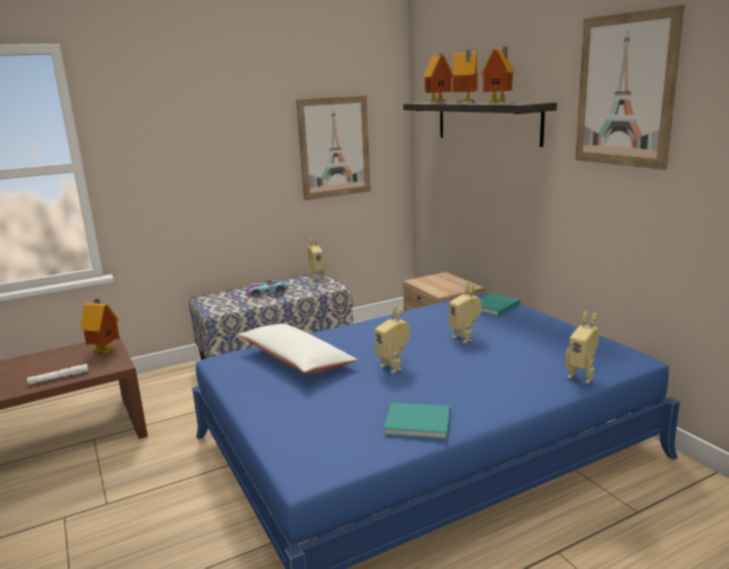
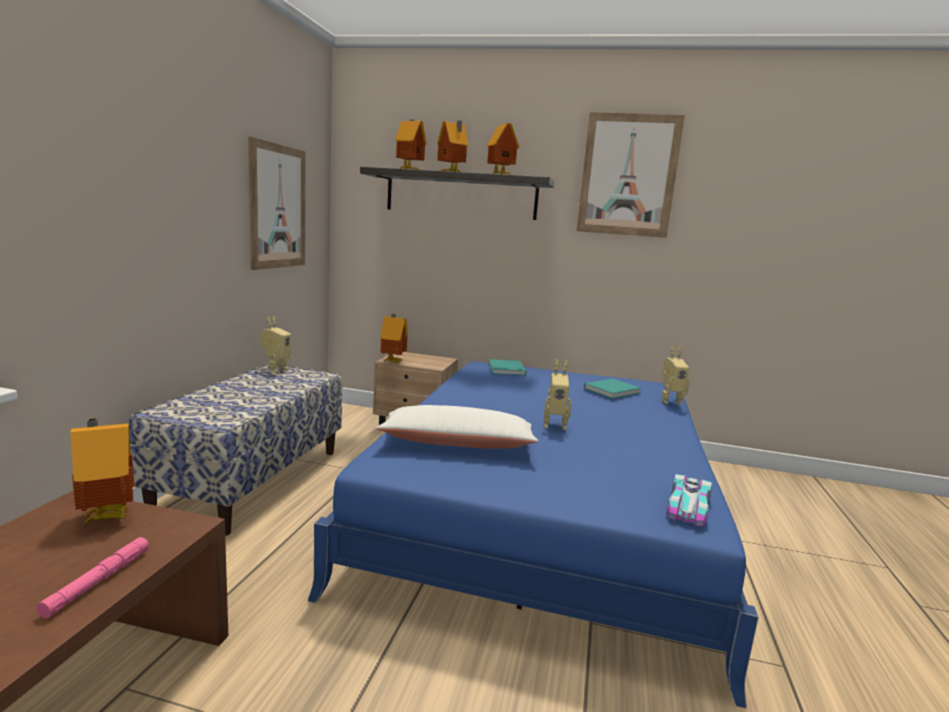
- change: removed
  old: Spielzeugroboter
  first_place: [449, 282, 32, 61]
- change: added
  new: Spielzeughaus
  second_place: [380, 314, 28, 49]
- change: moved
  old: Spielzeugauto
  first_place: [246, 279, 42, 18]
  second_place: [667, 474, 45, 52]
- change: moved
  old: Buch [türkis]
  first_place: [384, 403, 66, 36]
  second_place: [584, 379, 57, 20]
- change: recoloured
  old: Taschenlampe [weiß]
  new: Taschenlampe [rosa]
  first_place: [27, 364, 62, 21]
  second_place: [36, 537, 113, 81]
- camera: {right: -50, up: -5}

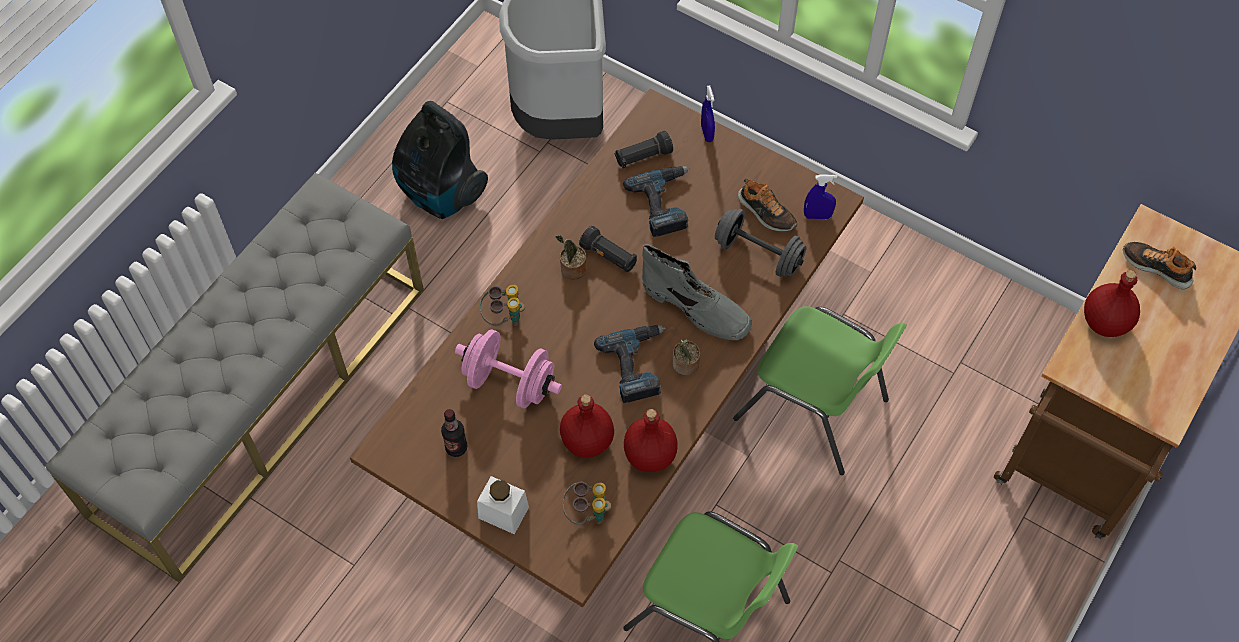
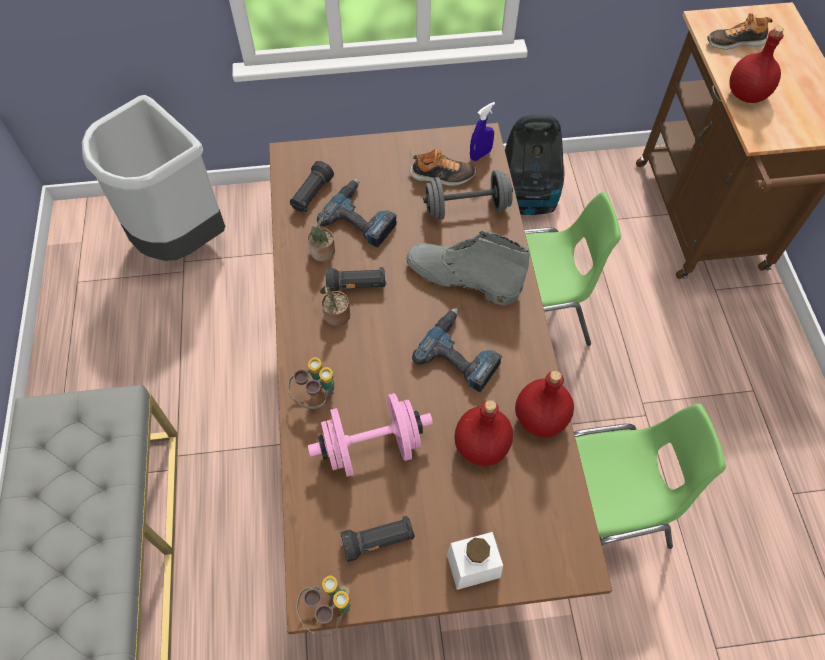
- change: removed
  old: Sprühflasche [blau]
  first_place: [701, 85, 14, 57]
- change: moved
  old: Staubsauger
  first_place: [392, 101, 96, 118]
  second_place: [505, 114, 60, 101]
- change: moved
  old: Fernglas
  first_place: [563, 482, 48, 43]
  second_place: [296, 575, 54, 62]
- change: moved
  old: Topfpflanze
  first_place: [672, 340, 28, 35]
  second_place: [308, 216, 27, 45]
- change: replaced
  old: Flasche
  new: Taschenlampe [schwarz]
  first_place: [441, 409, 26, 48]
  second_place: [340, 515, 75, 47]
- change: turned
  old: Stiefel [grau]
  first_place: [642, 244, 110, 96]
  second_place: [406, 230, 124, 75]
  degrees: -150
- camera: {right: -40, up: 0}

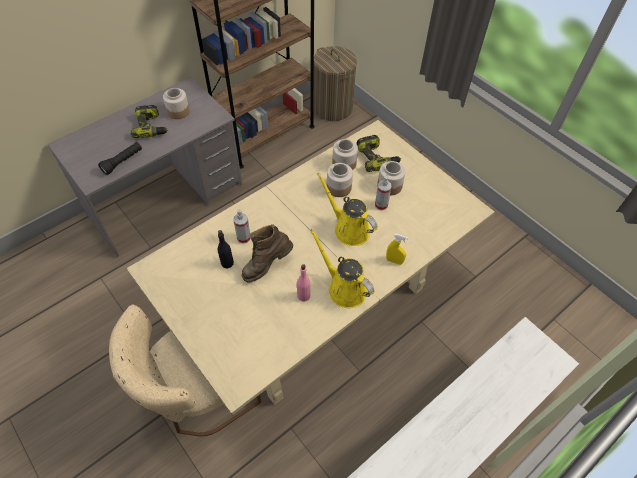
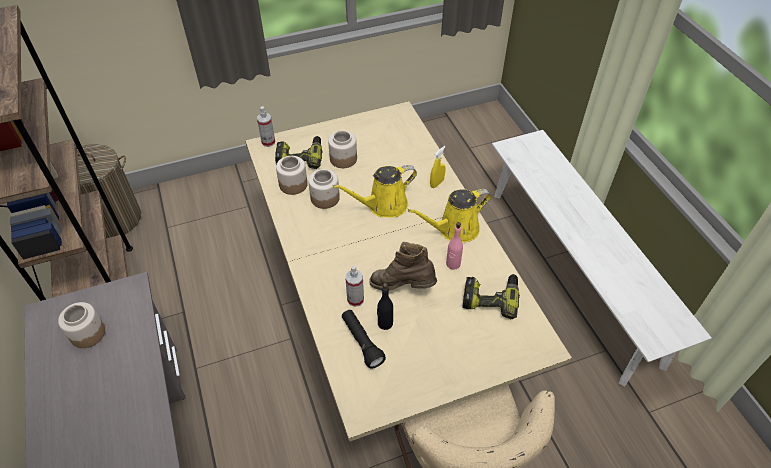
- change: moved
  old: Taschenlampe [schwarz]
  first_place: [98, 142, 44, 33]
  second_place: [342, 310, 44, 59]
- change: moved
  old: Bohrmaschine
  first_place: [131, 105, 37, 33]
  second_place: [462, 274, 58, 45]
- change: moved
  old: Sprühflasche
  first_place: [375, 176, 17, 34]
  second_place: [257, 106, 18, 41]
- change: turned
  old: Stiefel [braun]
  first_place: [241, 224, 52, 58]
  second_place: [369, 242, 68, 49]
  degrees: 120
- camera: {right: -70, up: -5}

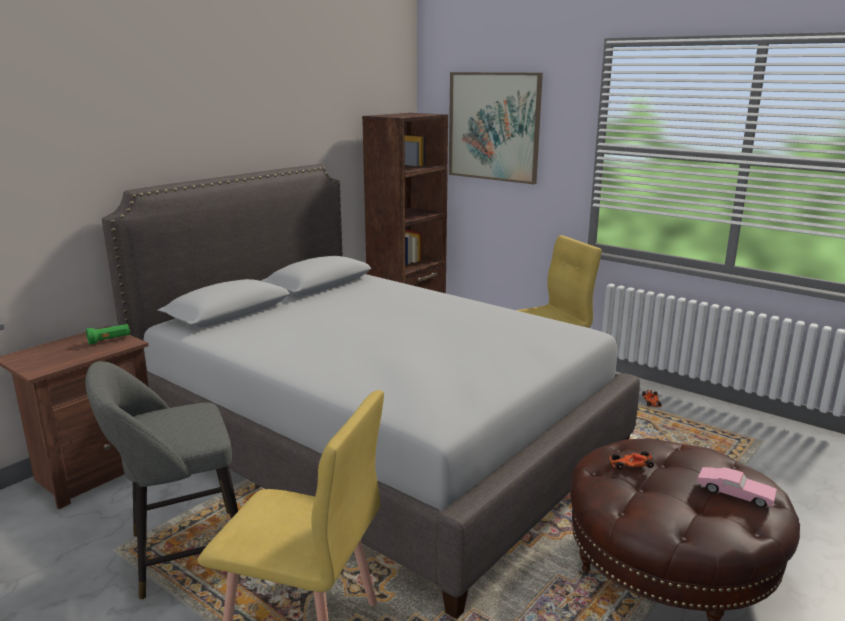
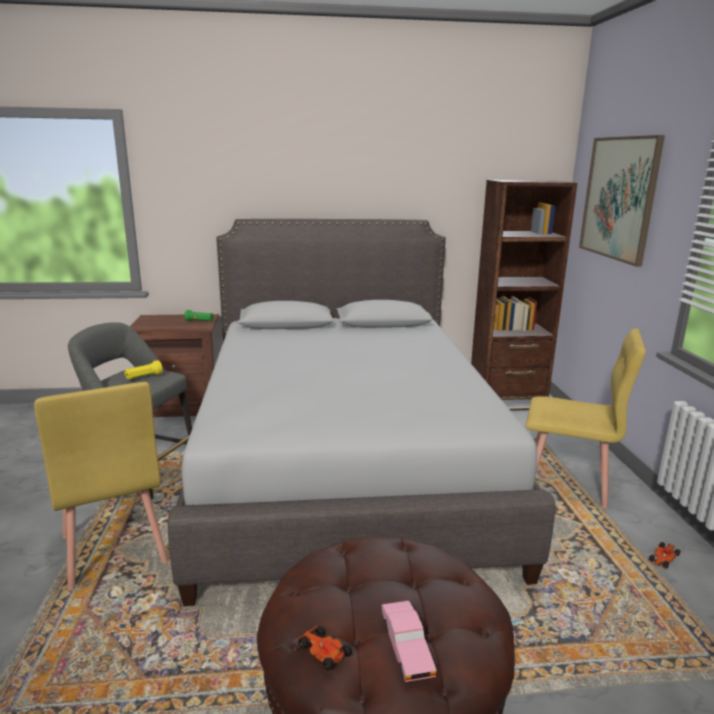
- change: added
  new: Taschenlampe [gelb]
  second_place: [124, 360, 39, 19]
- change: moved
  old: Spielzeugauto
  first_place: [610, 451, 44, 19]
  second_place: [296, 626, 56, 45]
- camera: {right: 45, up: 0}

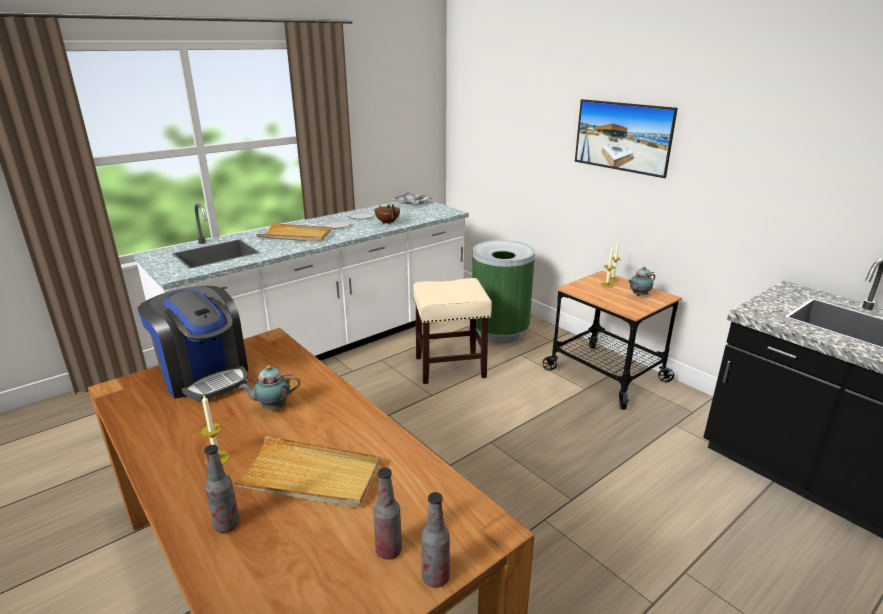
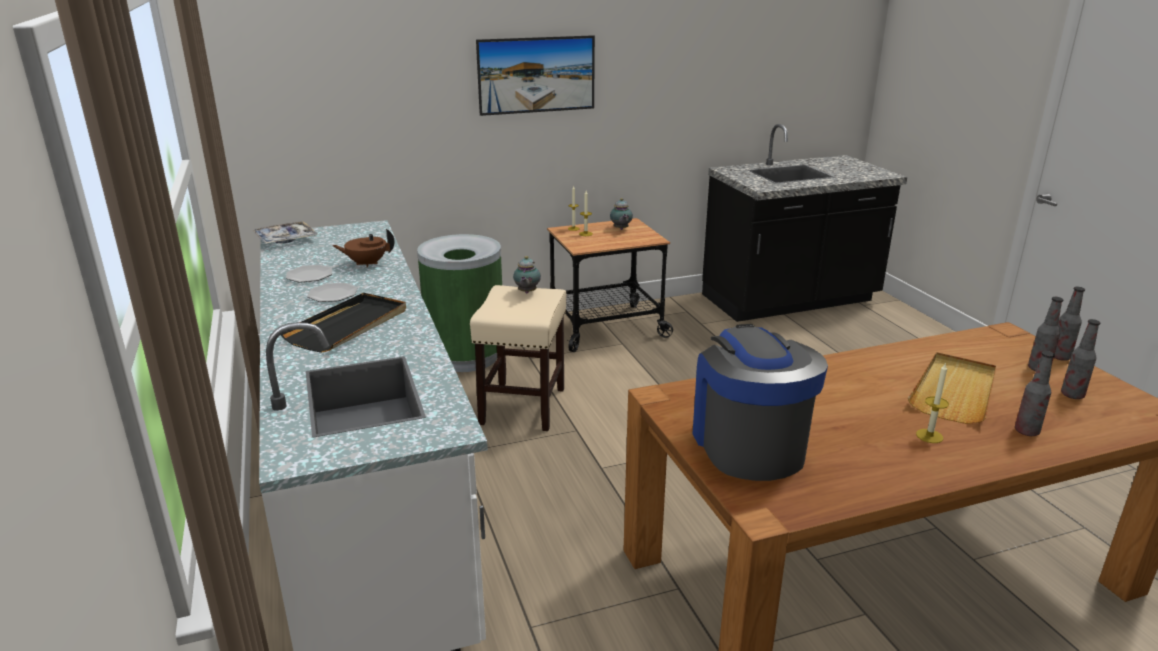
- change: added
  new: Flasche
  second_place: [1061, 319, 39, 80]
- change: moved
  old: Teekanne
  first_place: [239, 365, 61, 45]
  second_place: [513, 256, 28, 37]
- change: recoloured
  old: Tablett [beige]
  new: Tablett [schwarz]
  first_place: [256, 223, 76, 19]
  second_place: [281, 293, 125, 60]
- change: turned
  old: Kaffeemaschine
  first_place: [138, 286, 110, 115]
  second_place: [692, 324, 136, 157]
  degrees: -75
- camera: {right: -70, up: 0}

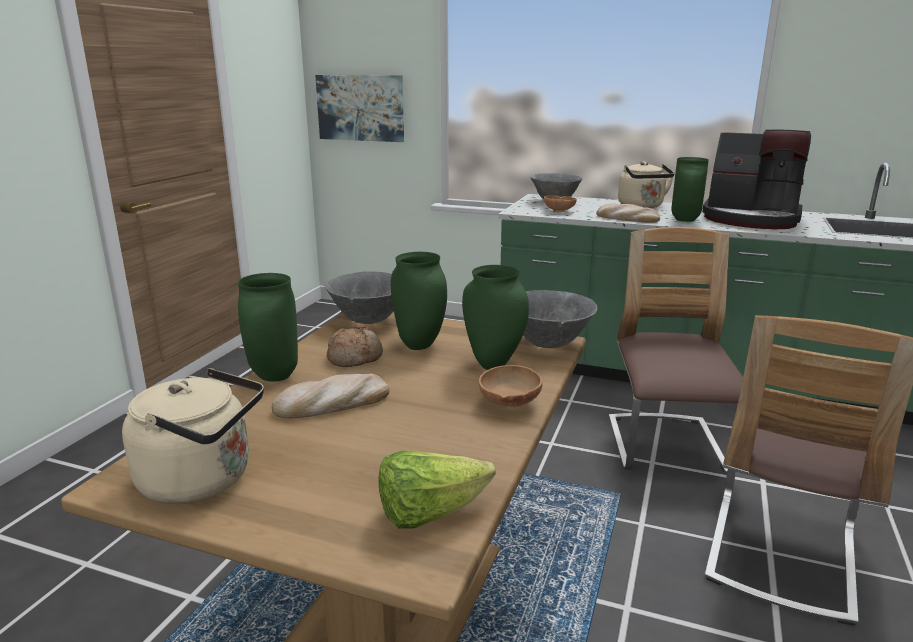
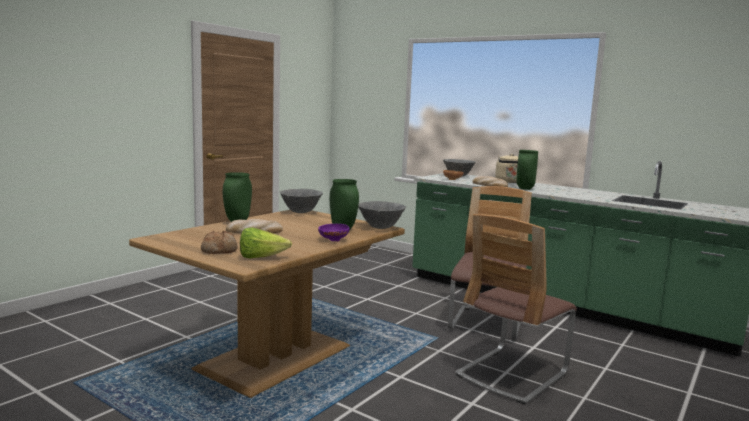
- change: removed
  old: Wasserkessel [beige]
  first_place: [122, 368, 142, 136]
- change: removed
  old: Bild
  first_place: [315, 75, 89, 67]
- change: removed
  old: Vase [grün]
  first_place: [391, 252, 56, 98]
- change: removed
  old: Kaffeemaschine
  first_place: [702, 130, 109, 99]
- change: moved
  old: Brot
  first_place: [327, 325, 56, 42]
  second_place: [201, 231, 37, 23]
- change: recoloured
  old: Schüssel [braun]
  new: Schüssel [lila]
  first_place: [479, 365, 64, 43]
  second_place: [318, 224, 31, 17]
- camera: {right: 15, up: -10}

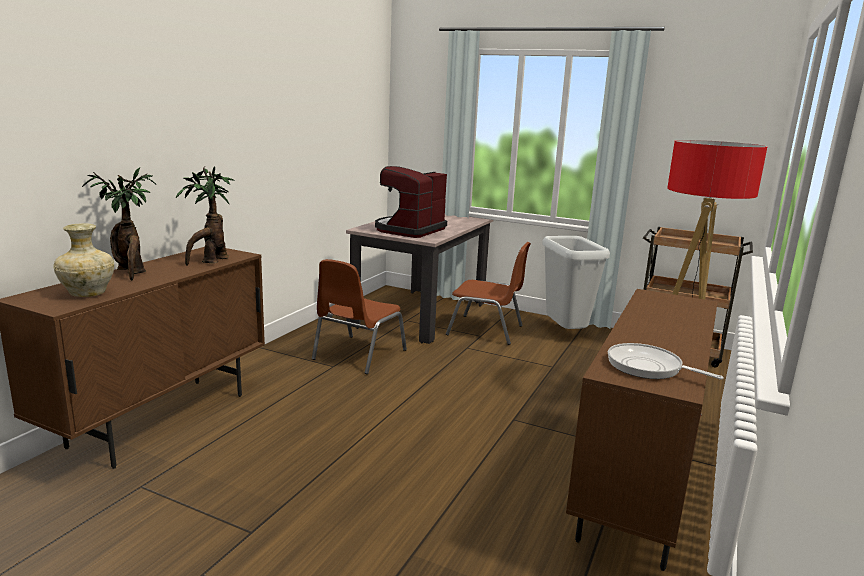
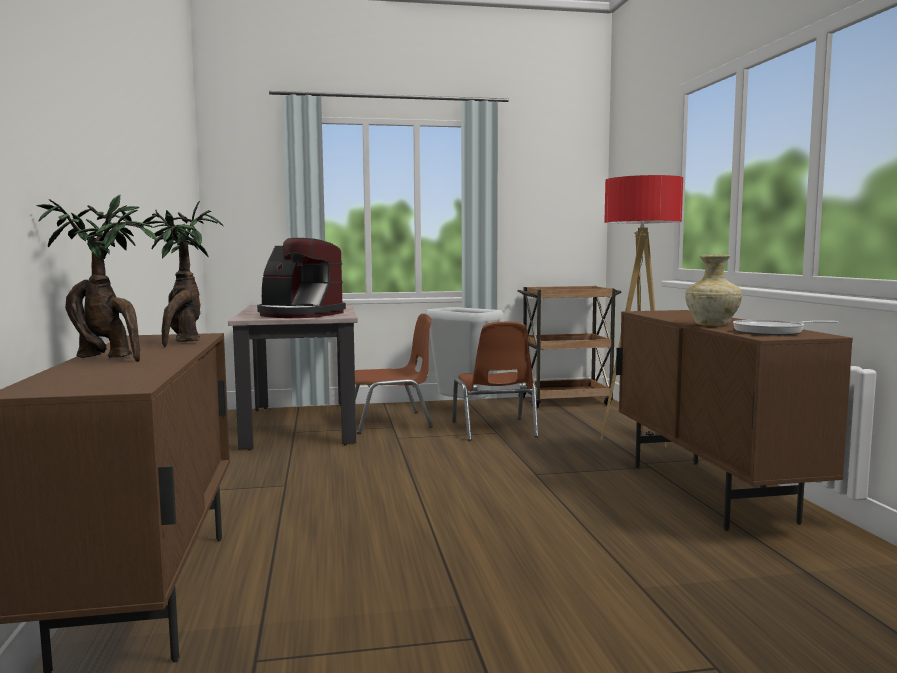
- change: moved
  old: Vase [beige]
  first_place: [53, 223, 61, 74]
  second_place: [685, 254, 57, 72]
- change: moved
  old: Stuhl [braun]
  first_place: [312, 259, 95, 115]
  second_place: [452, 322, 86, 119]
- change: turned
  old: Kaffeemaschine
  first_place: [375, 166, 72, 72]
  second_place: [257, 238, 89, 80]
  degrees: -60
- camera: {right: -35, up: -10}

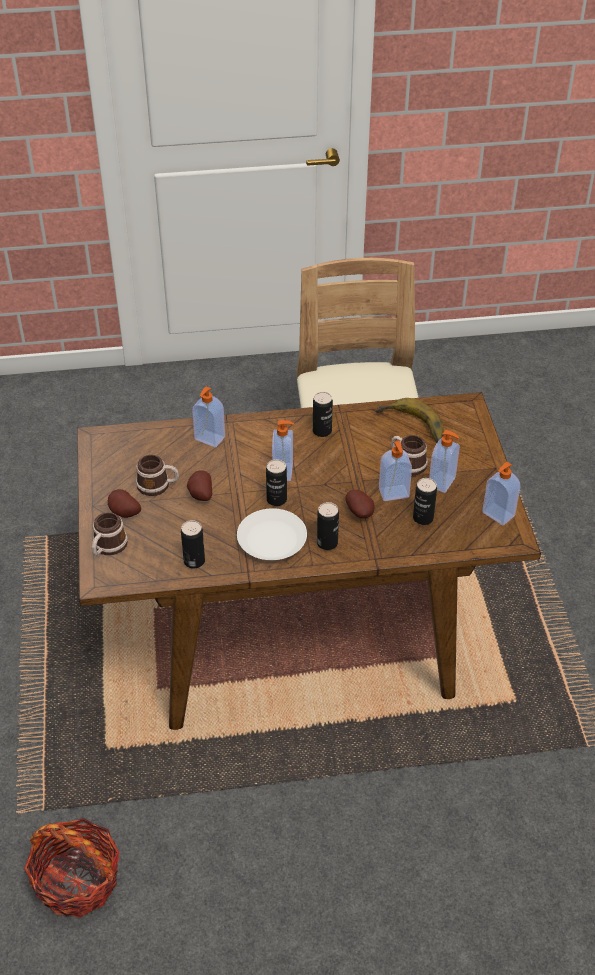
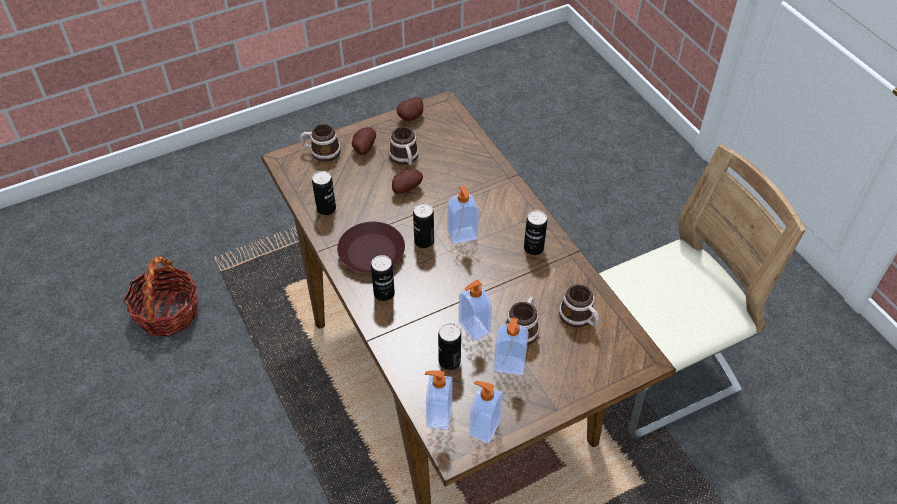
- change: moved
  old: Seifenspender
  first_place: [192, 386, 33, 61]
  second_place: [425, 370, 27, 60]
- change: moved
  old: Kartoffel
  first_place: [345, 490, 29, 28]
  second_place: [396, 97, 27, 24]
- change: replaced
  old: Banane
  new: Henkelbecher
  first_place: [375, 398, 69, 45]
  second_place: [559, 284, 40, 44]
- change: recoloured
  old: Teller [weiß]
  new: Teller [braun]
  first_place: [237, 508, 70, 52]
  second_place: [337, 222, 68, 51]
- camera: {right: 70, up: 5}

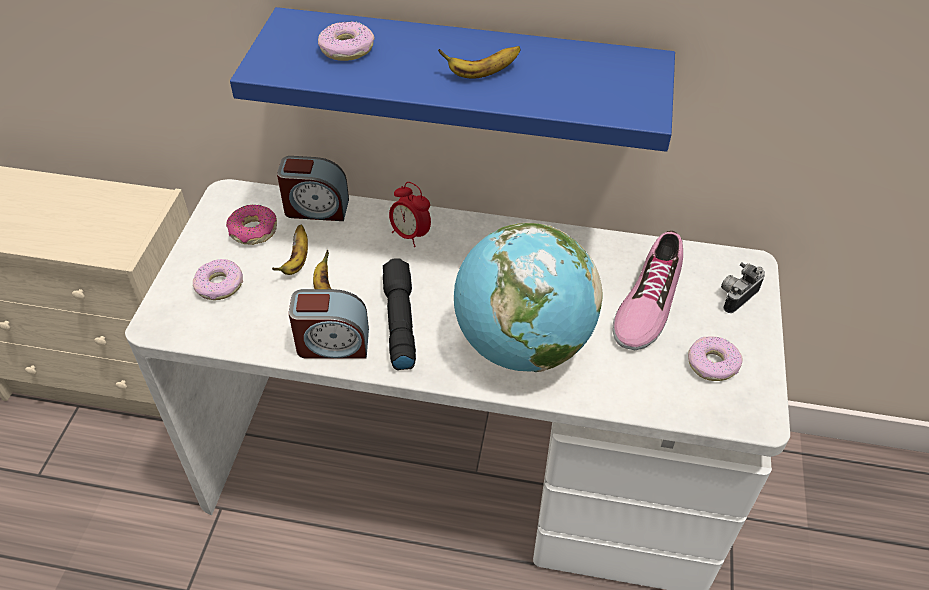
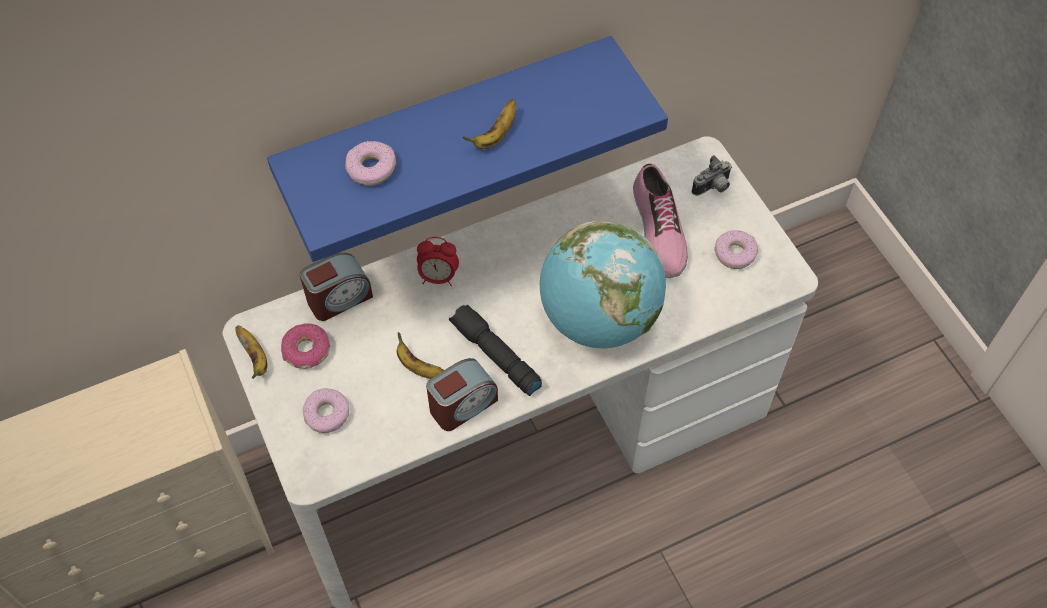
- change: moved
  old: Banane
  first_place: [272, 225, 36, 50]
  second_place: [235, 325, 33, 54]
- change: turned
  old: Kamera
  first_place: [721, 262, 44, 51]
  second_place: [692, 155, 40, 41]
  degrees: -135
- camera: {right: -35, up: 10}

